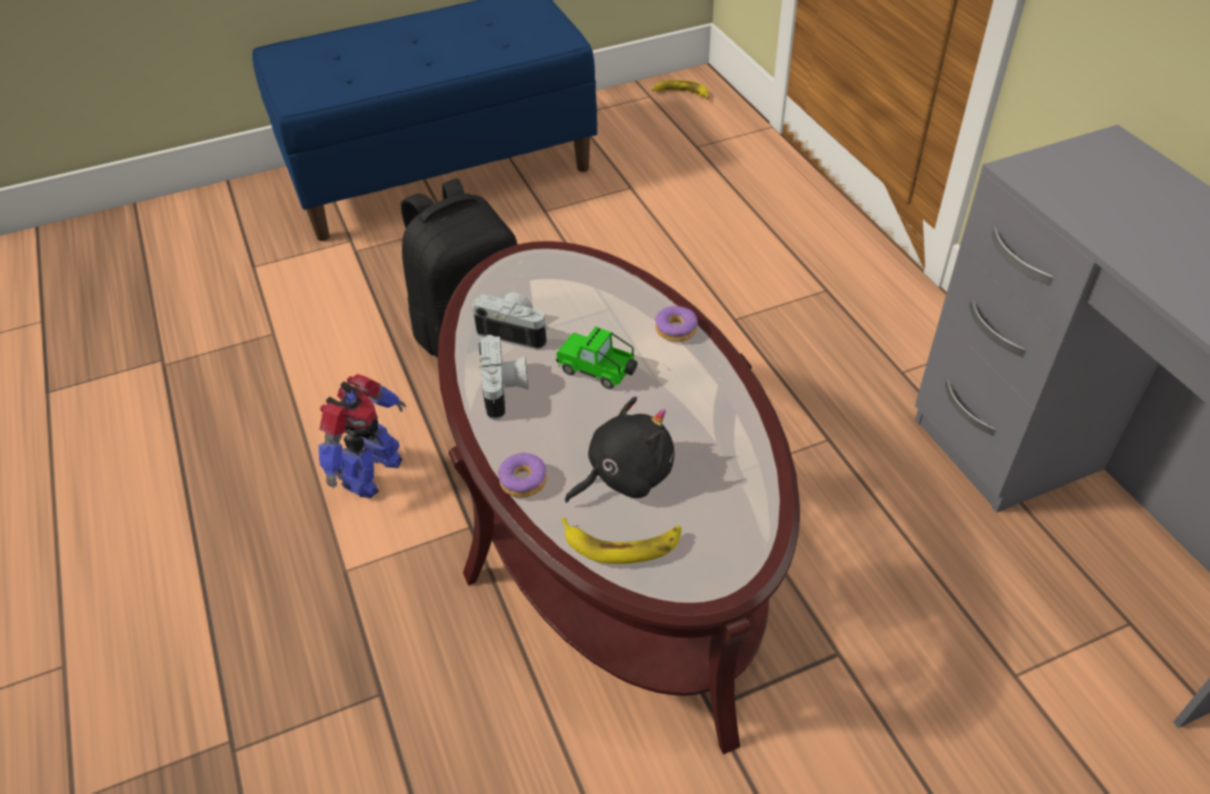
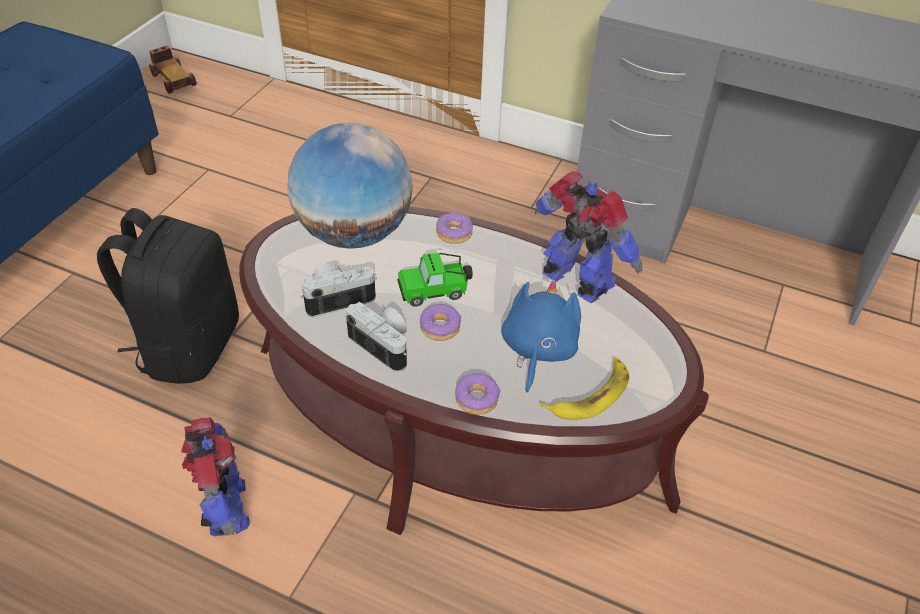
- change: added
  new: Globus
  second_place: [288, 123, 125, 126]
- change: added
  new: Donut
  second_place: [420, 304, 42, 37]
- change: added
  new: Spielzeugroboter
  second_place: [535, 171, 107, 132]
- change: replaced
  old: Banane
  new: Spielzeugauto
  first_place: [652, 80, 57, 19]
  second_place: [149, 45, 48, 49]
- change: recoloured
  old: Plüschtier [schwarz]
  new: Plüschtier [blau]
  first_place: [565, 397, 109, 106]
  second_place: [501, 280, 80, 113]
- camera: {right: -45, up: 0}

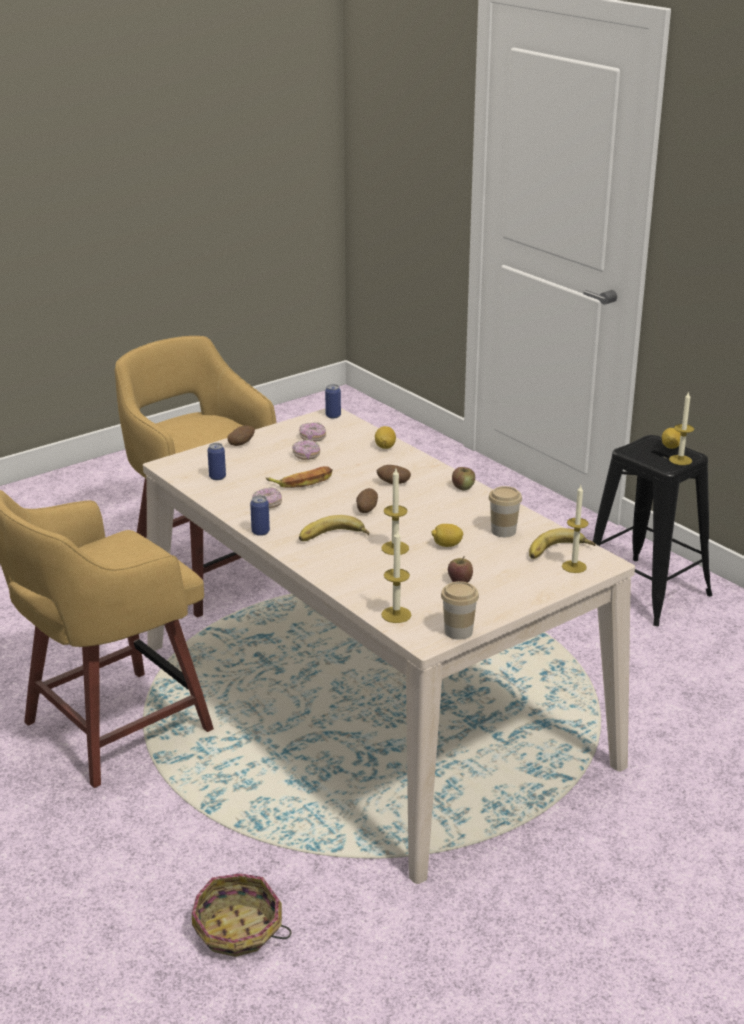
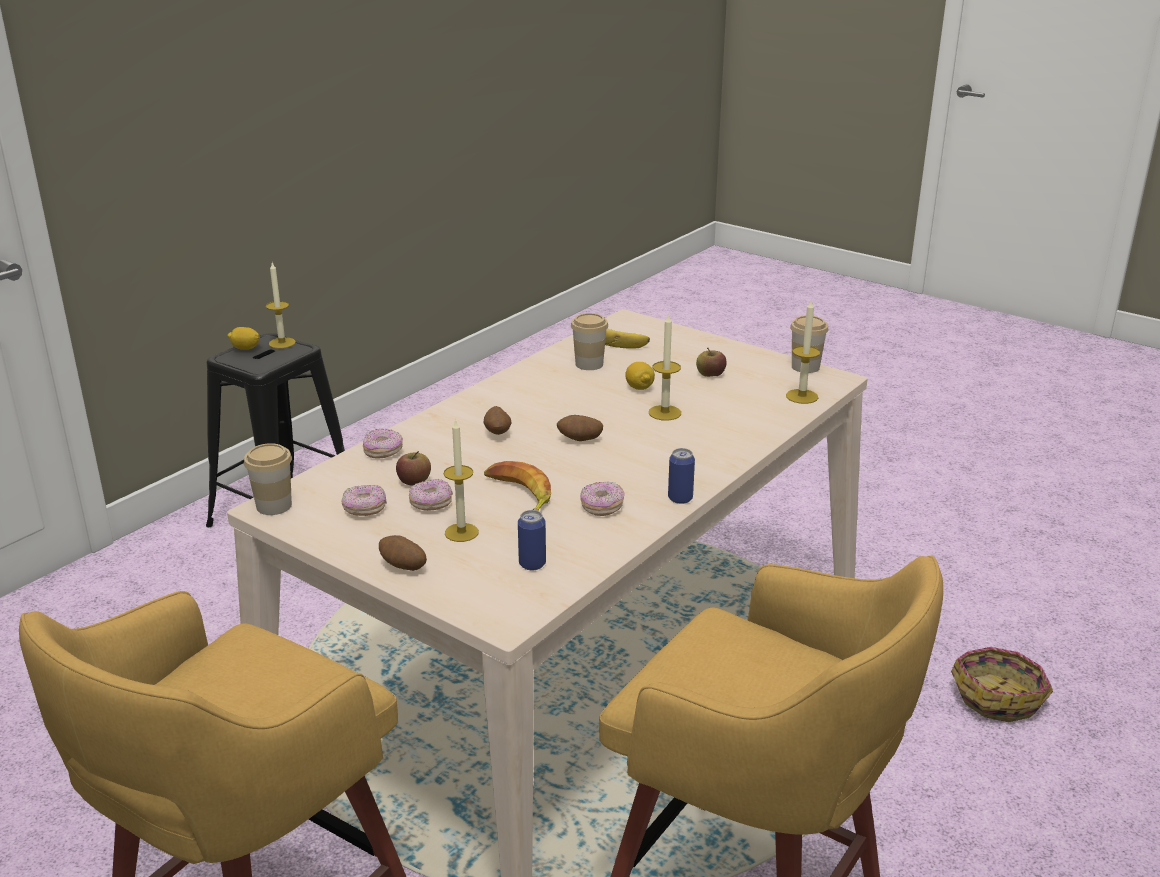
- change: removed
  old: Banane
  first_place: [299, 515, 70, 26]
- change: moved
  old: Apfel
  first_place: [452, 467, 23, 24]
  second_place: [396, 451, 35, 34]
- change: moved
  old: Kerze
  first_place: [562, 485, 26, 88]
  second_place: [444, 419, 35, 123]
- change: replaced
  old: Dose
  new: Tasse
  first_place: [325, 384, 16, 35]
  second_place: [244, 443, 48, 72]
- change: replaced
  old: Zitrone
  new: Donut
  first_place: [375, 426, 21, 23]
  second_place: [363, 428, 40, 31]
- camera: {right: -105, up: 0}

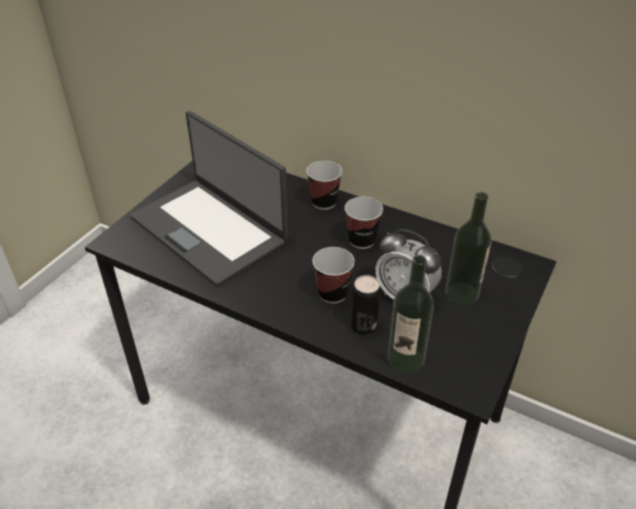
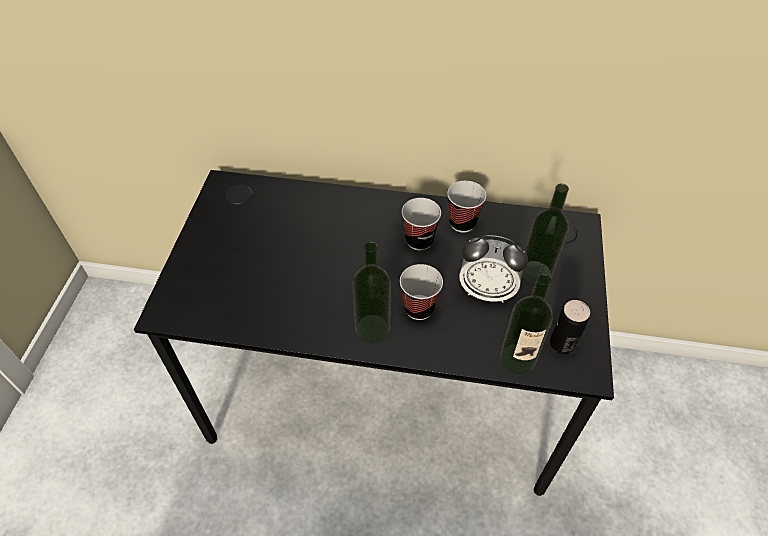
- change: removed
  old: Laptop
  first_place: [130, 111, 158, 176]
- change: added
  new: Flasche
  second_place: [352, 242, 39, 101]
- change: moved
  old: Tasse
  first_place: [306, 161, 36, 49]
  second_place: [447, 181, 39, 52]
- change: moved
  old: Dose
  first_place: [351, 275, 29, 60]
  second_place: [550, 300, 40, 54]
- camera: {right: -20, up: 10}

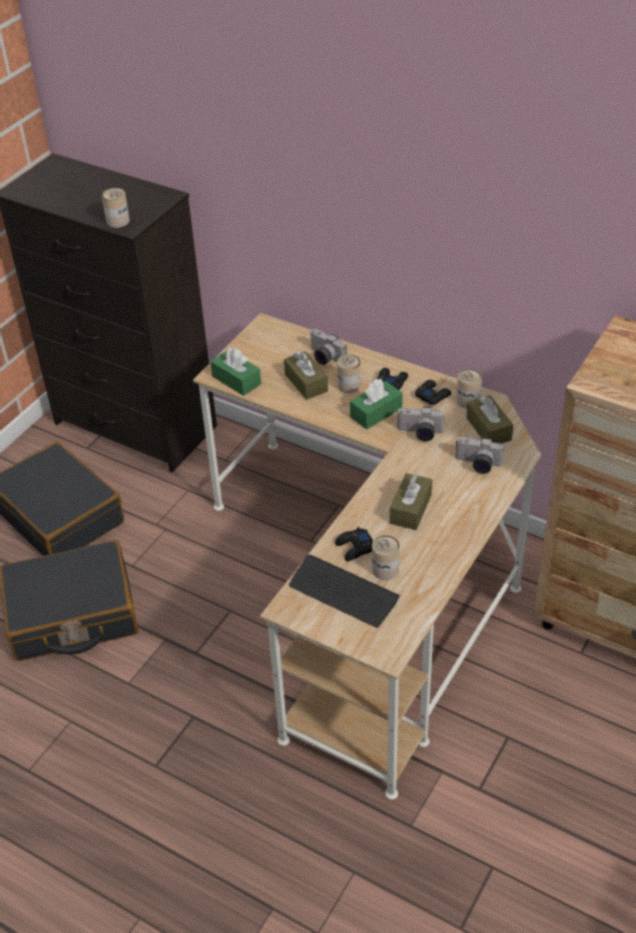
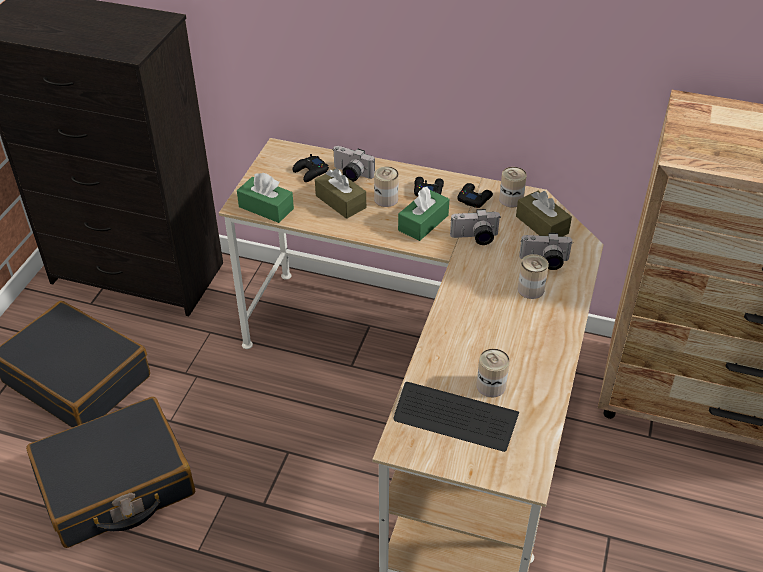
- change: removed
  old: Taschentuchbox [braun]
  first_place: [390, 473, 42, 57]
- change: moved
  old: Dose
  first_place: [102, 188, 28, 40]
  second_place: [518, 254, 31, 45]
- change: moved
  old: Gamepad [schwarz]
  first_place: [335, 527, 38, 34]
  second_place: [292, 154, 37, 28]
- camera: {right: -15, up: 0}

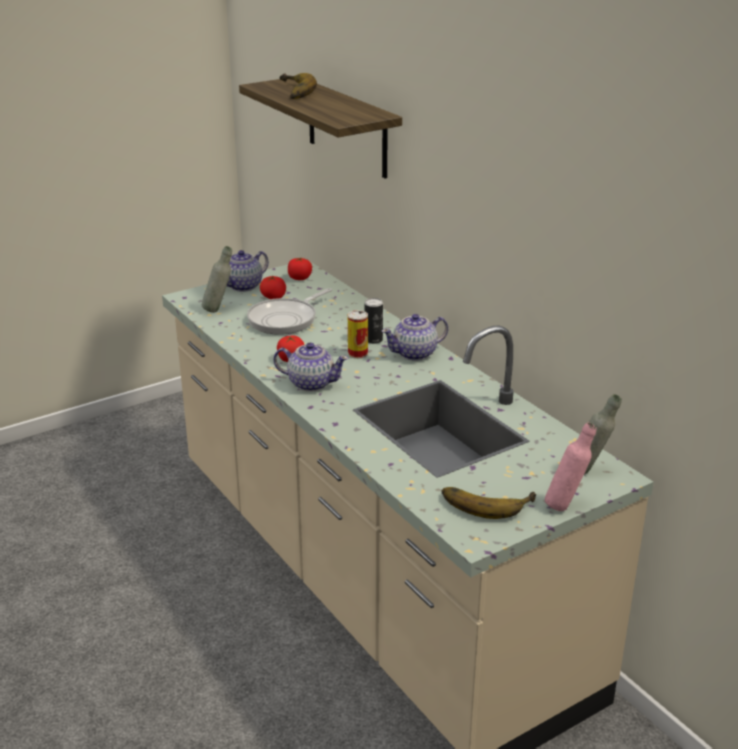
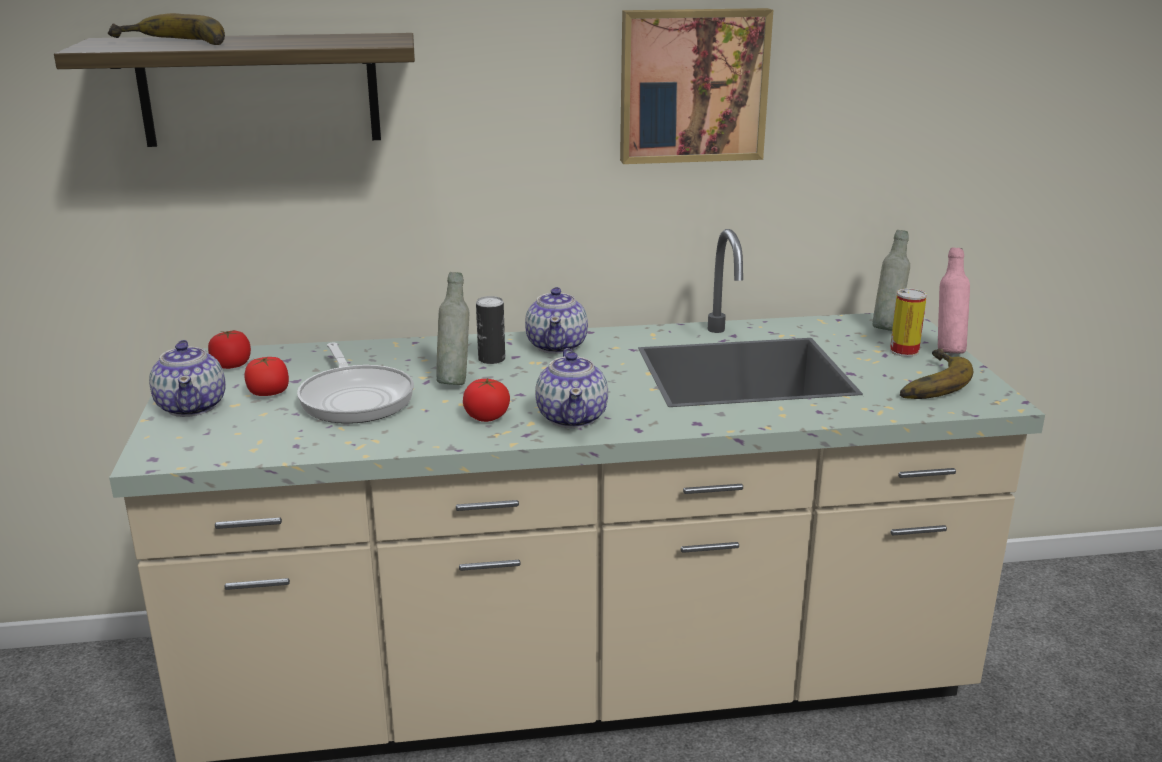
- change: added
  new: Bild
  second_place: [620, 8, 153, 156]
- change: moved
  old: Flasche [grau]
  first_place: [202, 246, 30, 67]
  second_place: [436, 272, 34, 113]
- change: moved
  old: Dose
  first_place: [348, 310, 20, 49]
  second_place: [890, 288, 37, 69]
- change: turned
  old: Teekanne
  first_place: [273, 343, 76, 49]
  second_place: [535, 348, 73, 80]
  degrees: 135
- camera: {right: -65, up: -5}

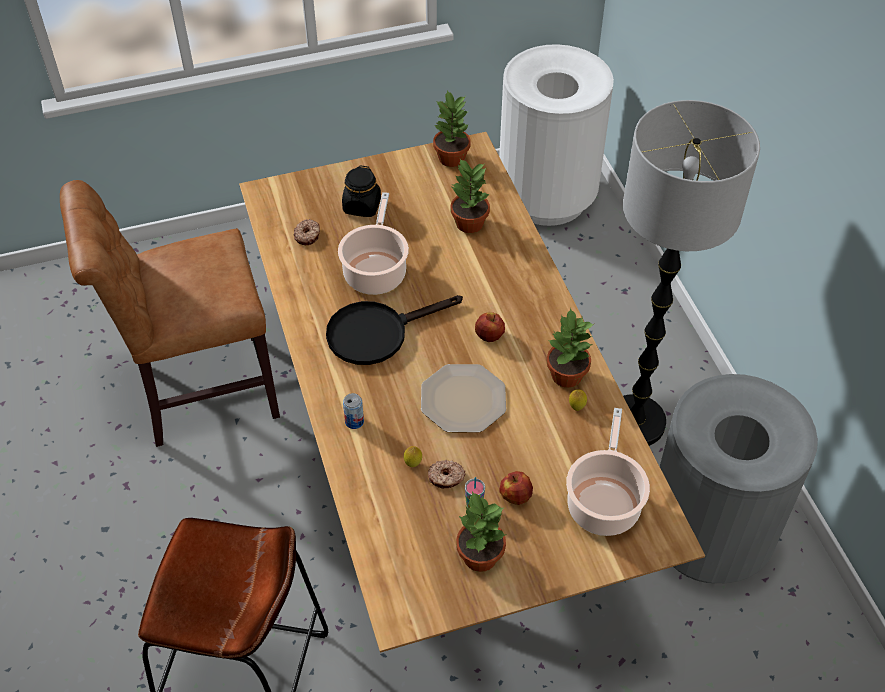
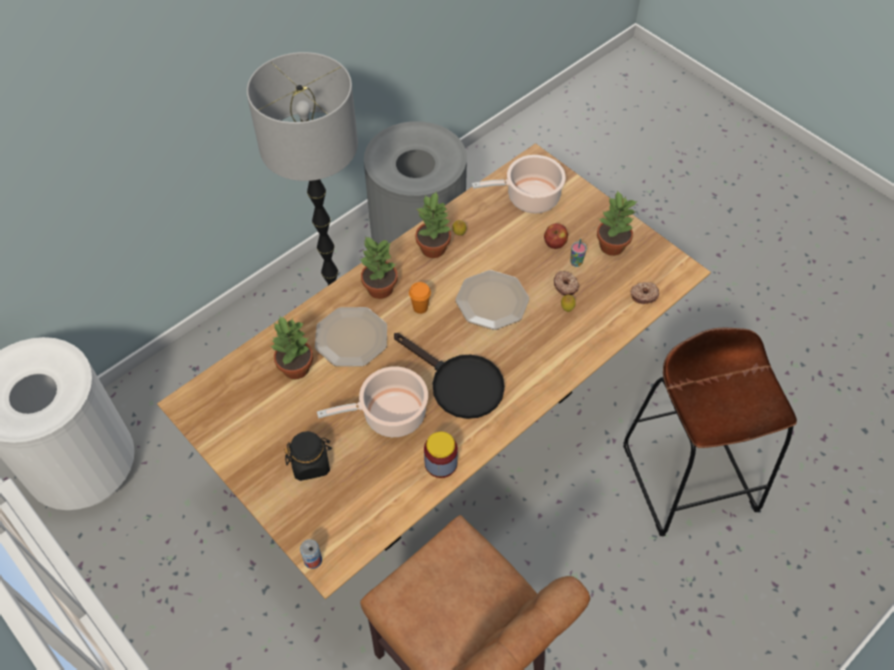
- change: added
  new: Teller
  second_place: [315, 307, 72, 60]
- change: added
  new: Vorratsglas
  second_place: [424, 431, 34, 47]
- change: moved
  old: Donut
  first_place: [293, 219, 27, 26]
  second_place: [630, 282, 29, 22]
- change: moved
  old: Dose
  first_place: [343, 393, 21, 36]
  second_place: [300, 539, 22, 30]
- change: moved
  old: Topfpflanze
  first_place: [433, 90, 38, 77]
  second_place: [360, 236, 38, 63]
- change: replaced
  old: Apfel
  new: Tasse [orange]
  first_place: [475, 313, 30, 29]
  second_place: [409, 282, 22, 32]
- camera: {right: -115, up: 5}

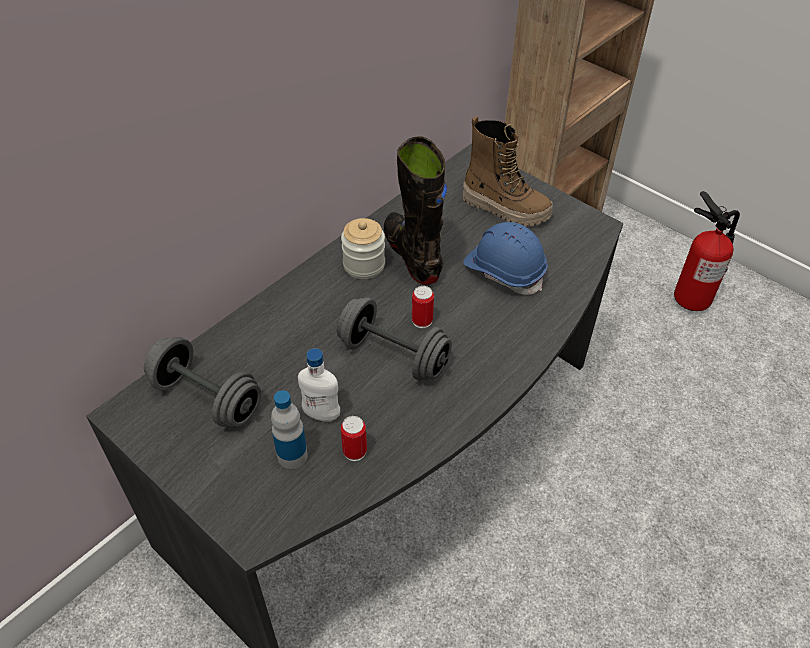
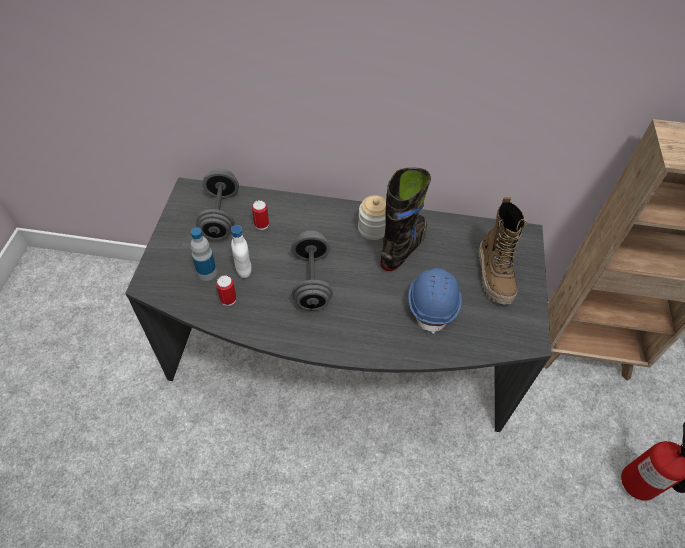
- change: moved
  old: Dose
  first_place: [412, 286, 22, 42]
  second_place: [252, 200, 17, 30]
- camera: {right: 55, up: 5}

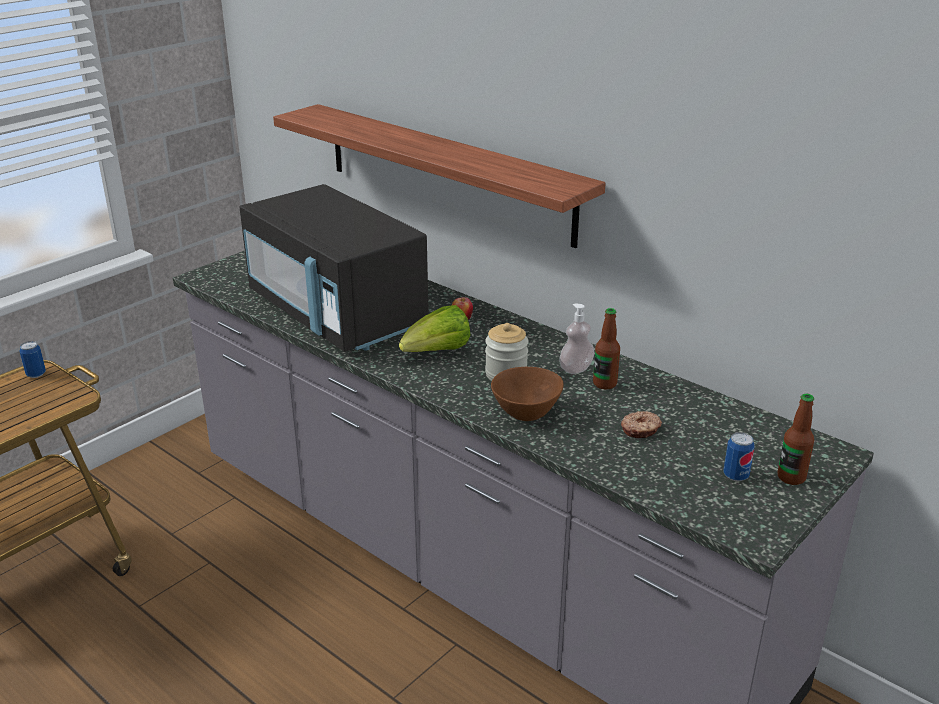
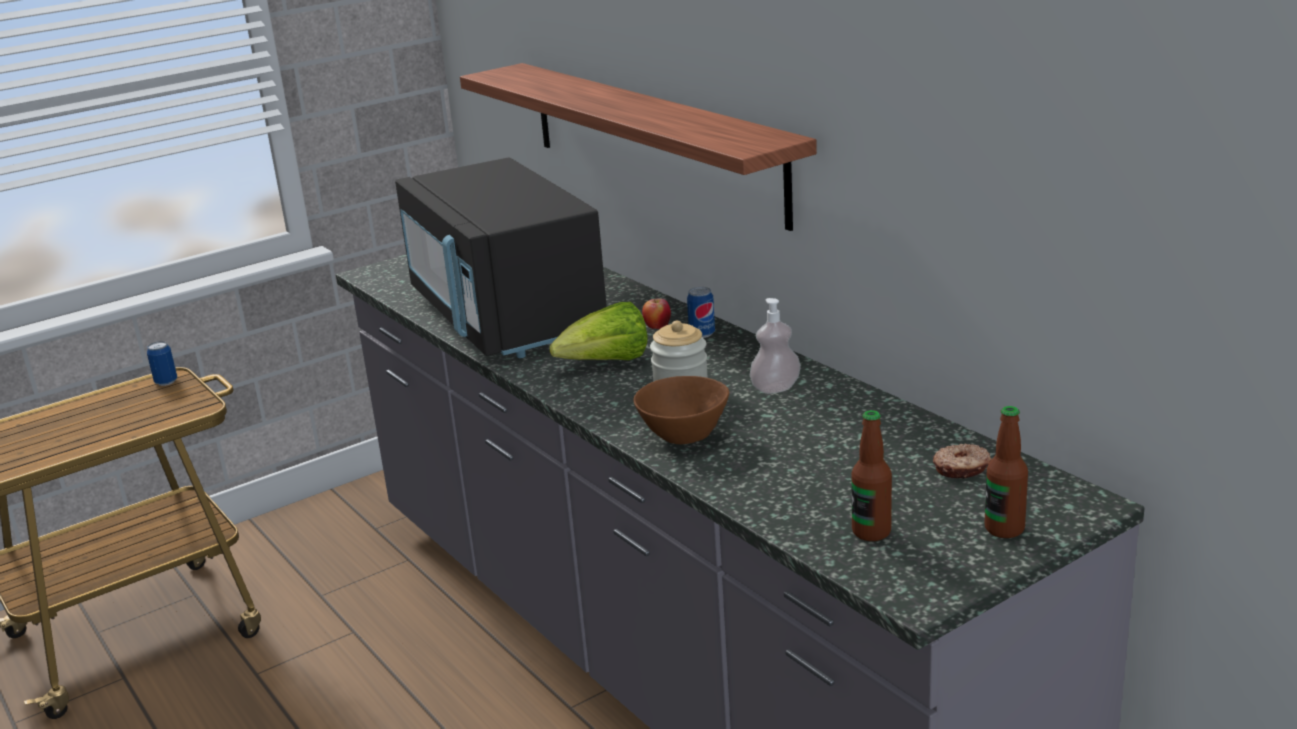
- change: moved
  old: Flasche
  first_place: [593, 308, 27, 81]
  second_place: [851, 410, 41, 131]
- change: moved
  old: Donut
  first_place: [621, 411, 41, 27]
  second_place: [933, 443, 59, 36]
- change: moved
  old: Dose
  first_place: [724, 432, 31, 49]
  second_place: [687, 287, 28, 51]
- camera: {right: 15, up: -5}

